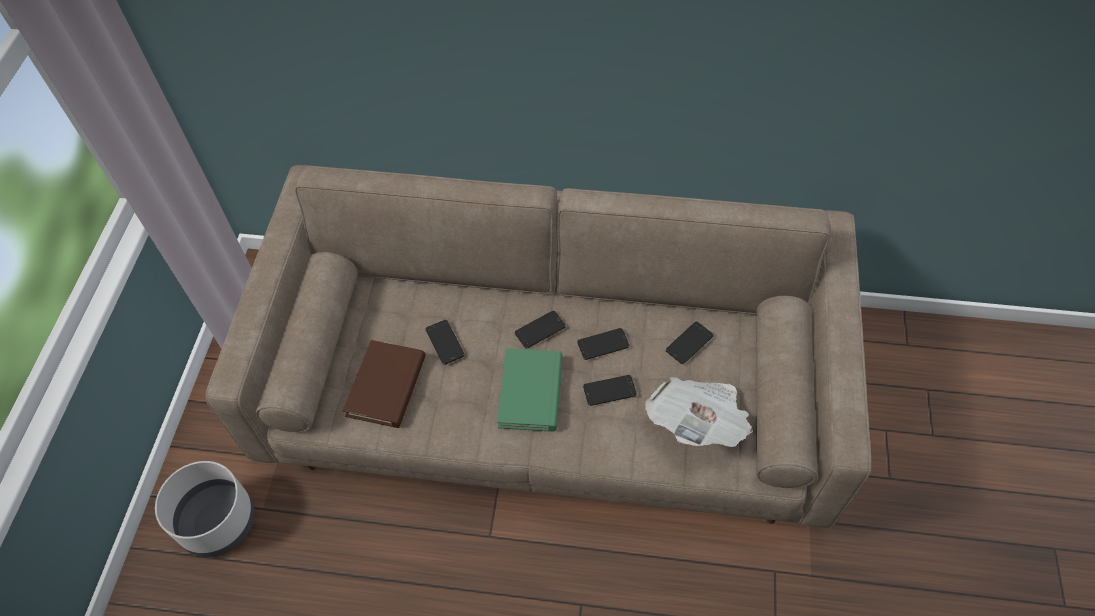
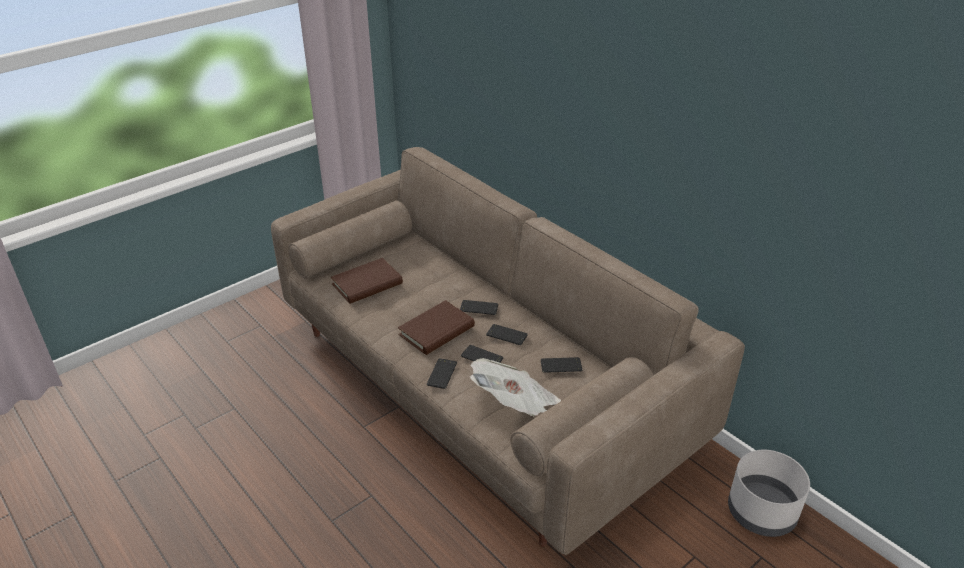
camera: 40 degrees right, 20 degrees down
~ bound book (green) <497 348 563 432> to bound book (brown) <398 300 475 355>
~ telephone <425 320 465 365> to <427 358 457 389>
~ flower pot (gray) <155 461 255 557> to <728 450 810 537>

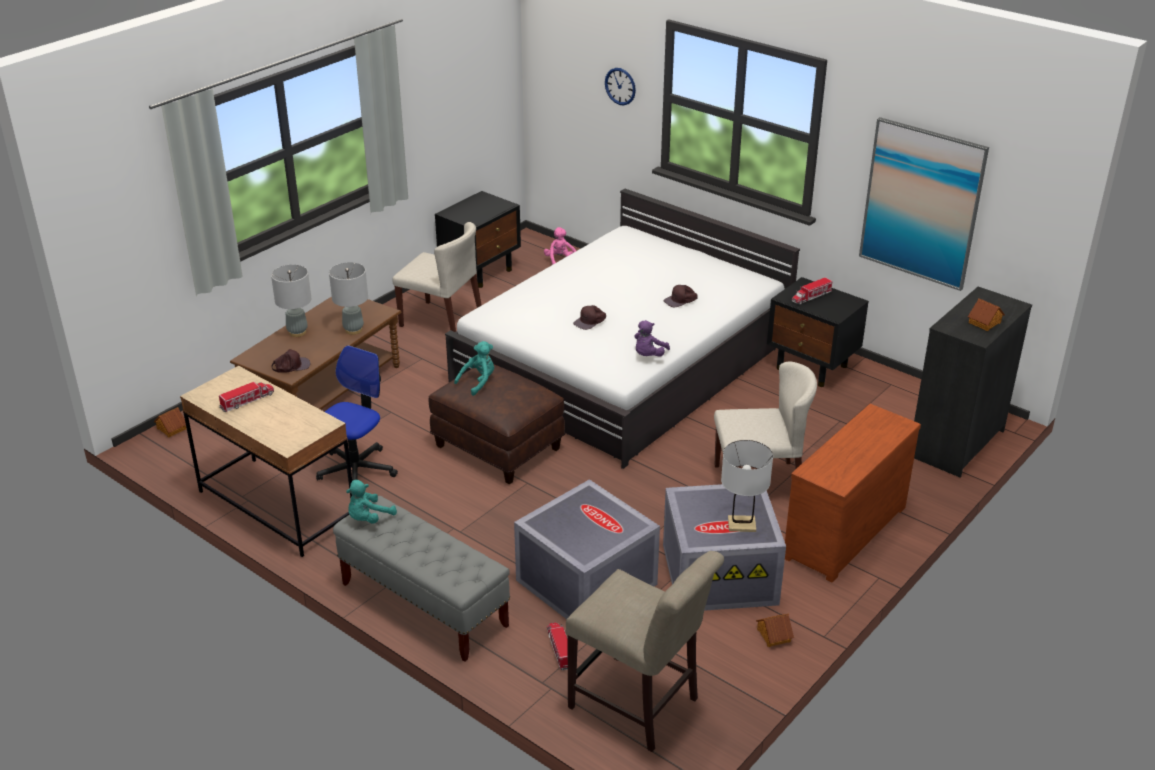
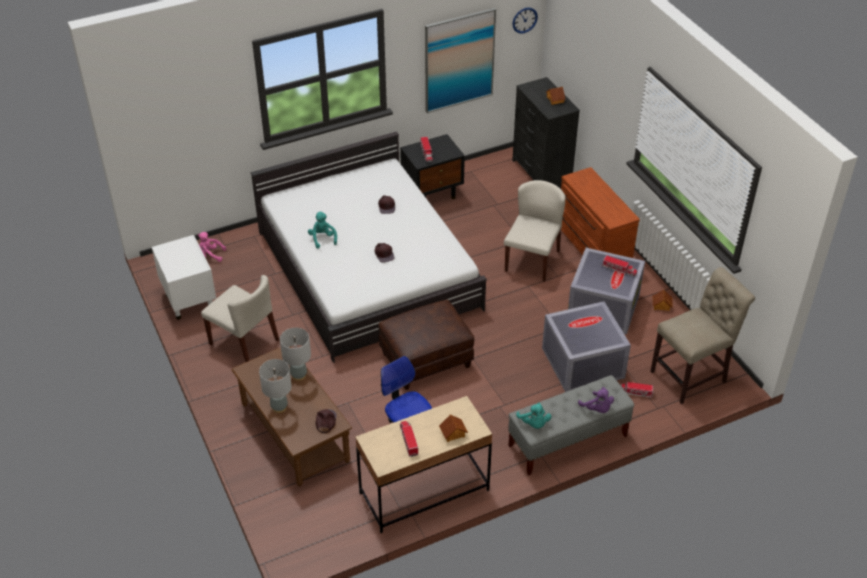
camera: 65 degrees left, 10 degrees up
~ bedside table (black) <435 191 521 288> to bedside table (white-coloured) <152 235 216 320>
~ chair (sand-coloured) <392 222 482 332> = <201 275 279 362> 75 degrees clockwise
~ cuddly toy (blue-green) <454 341 494 396> to <308 211 337 249>
~ miniature house <154 407 186 438> to <439 415 468 442>
~ clock on the wall <605 68 636 106> to <512 8 538 34>
~ cuddly toy (purplish) <634 320 670 357> to <578 387 614 413>
~ table lamp (white-coloured) <721 440 773 532> to model truck <602 255 638 277>

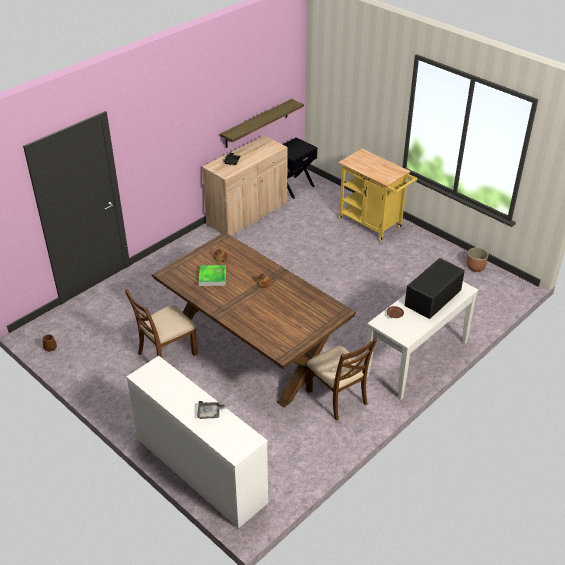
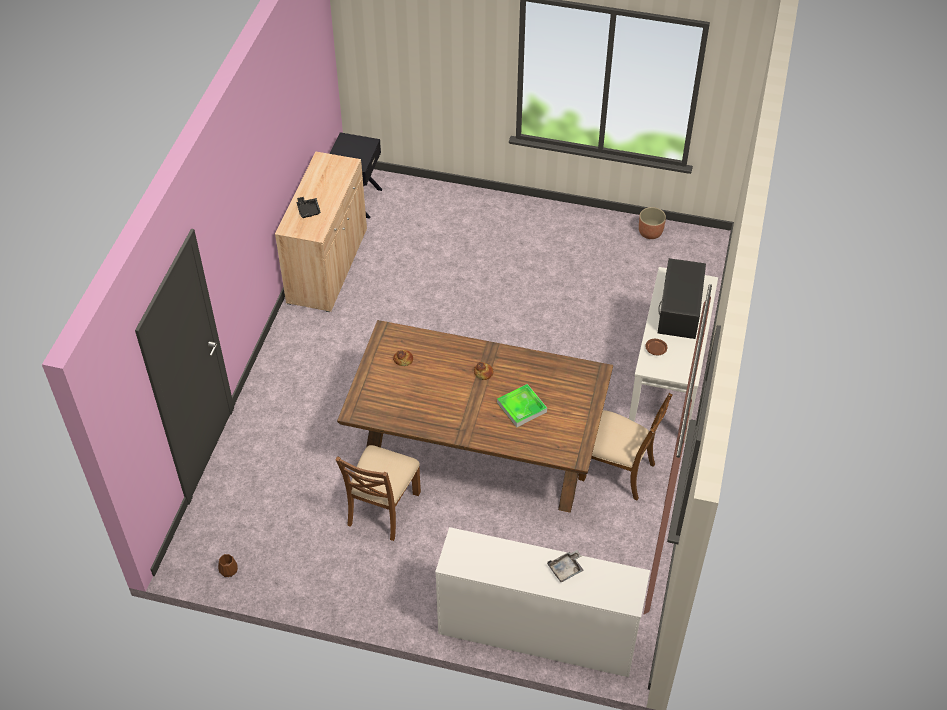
camera: 30 degrees left, 10 degrees up
~ serving tray <199 265 226 286> to <497 384 547 427>
- shelf <220 99 304 148>
- cart (yellow) <338 149 417 241>

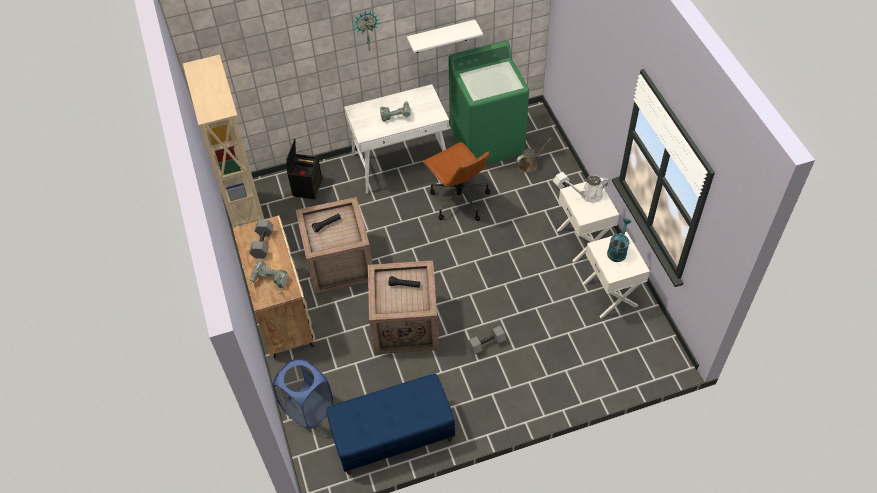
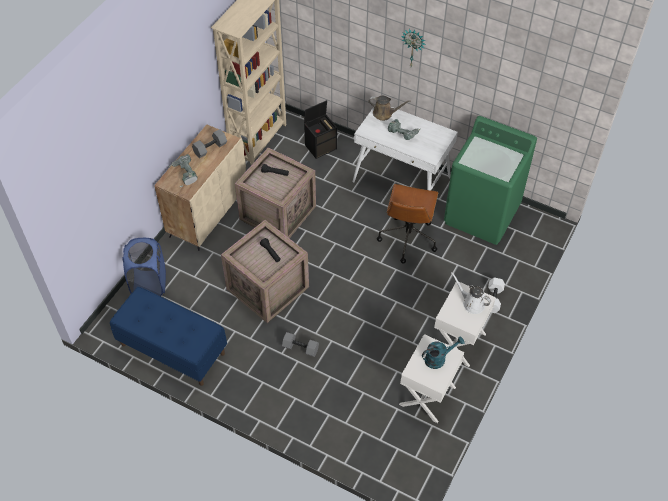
camera: 45 degrees right, 0 degrees up
~ watering pot (brown) <516 138 552 173> to <368 96 411 121>
- shelf (white-coloured) <407 20 483 53>

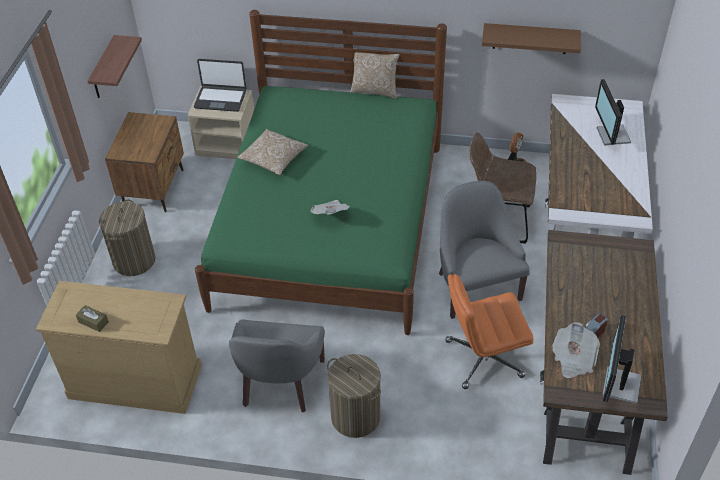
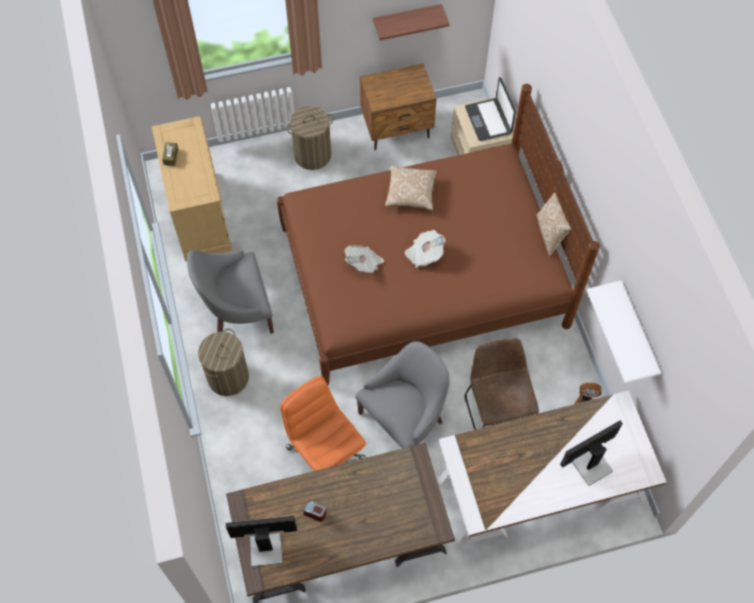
camera: 65 degrees right, 15 degrees up
~ sleeping bed (green) <195 10 447 335> to sleeping bed (brown) <277 84 600 385>
~ daily paper <552 322 600 378> to <405 230 446 268>
~ shelf (brown) <482 23 581 54> to shelf (white-coloured) <587 280 662 384>

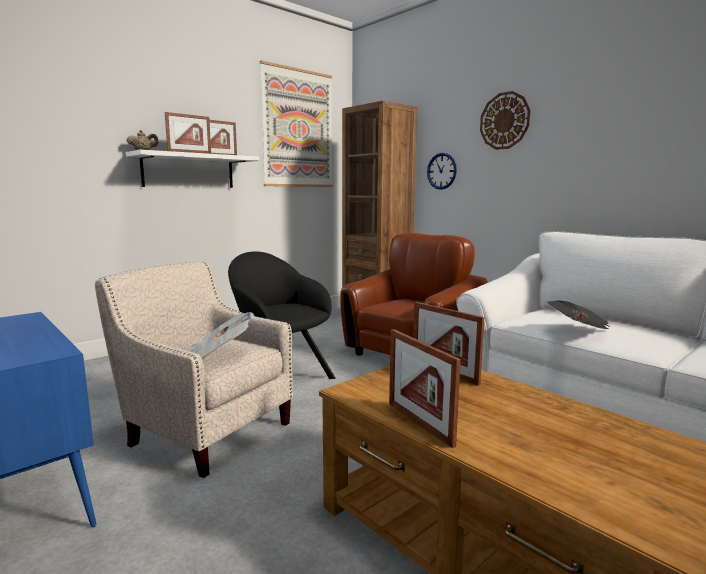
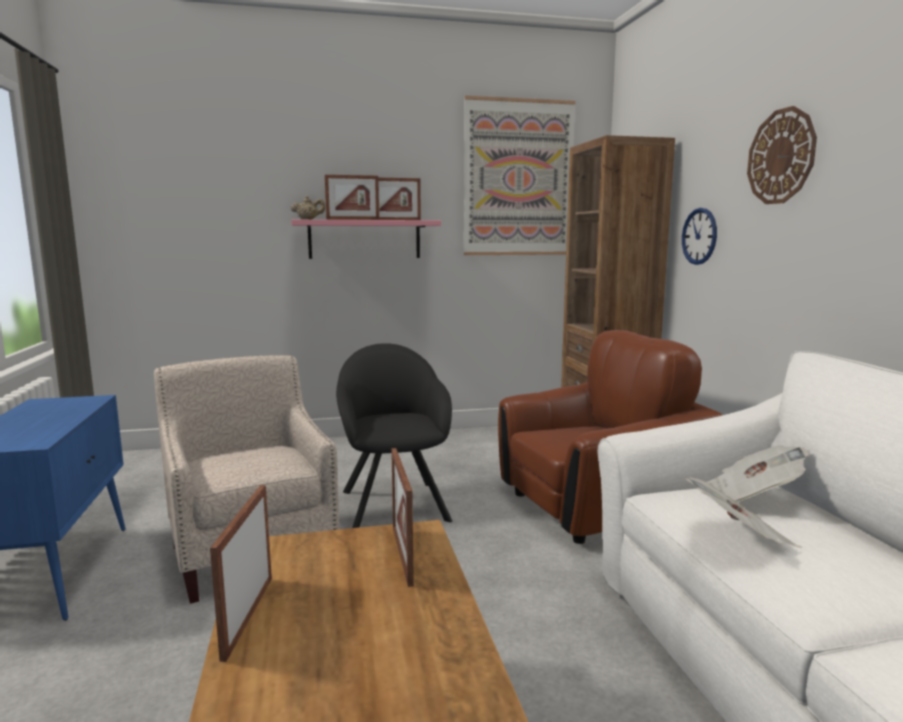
camera: 30 degrees right, 0 degrees up
~ shelf (white-coloured) <126 150 259 188> to shelf (pinkish) <291 220 441 259>
~ daily paper <187 312 254 358> to <698 445 810 501>

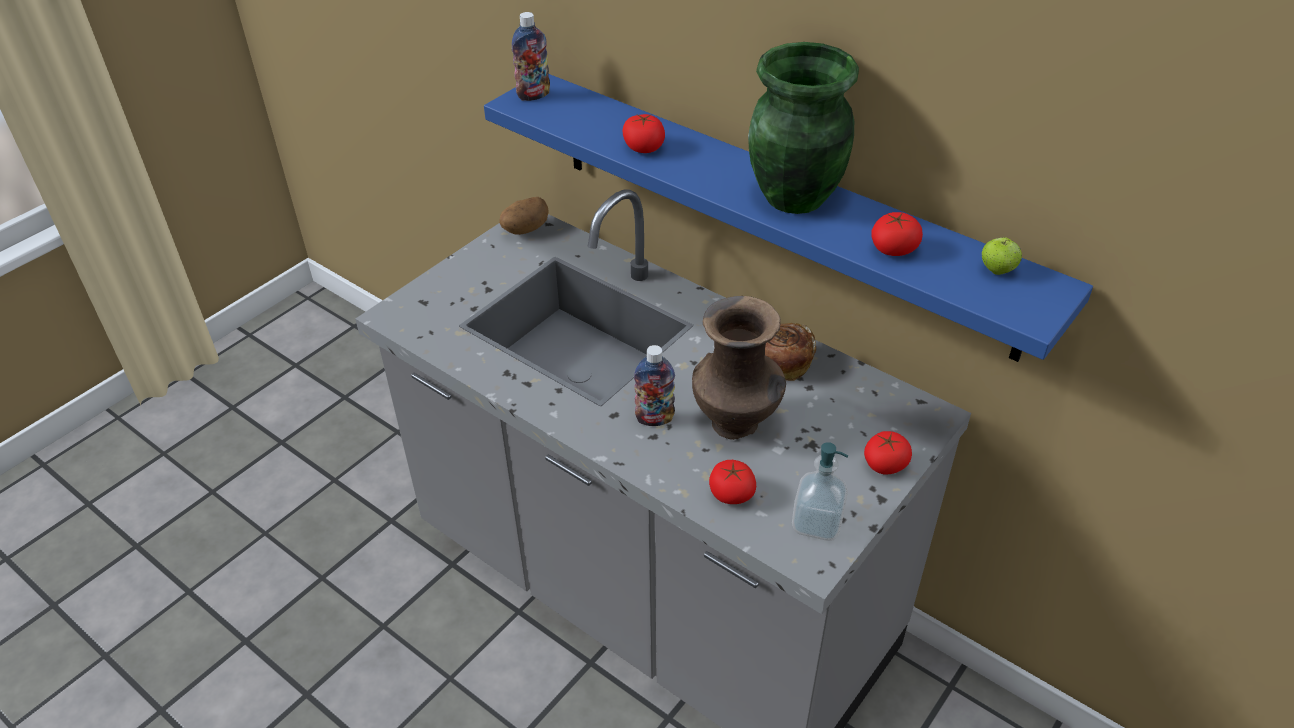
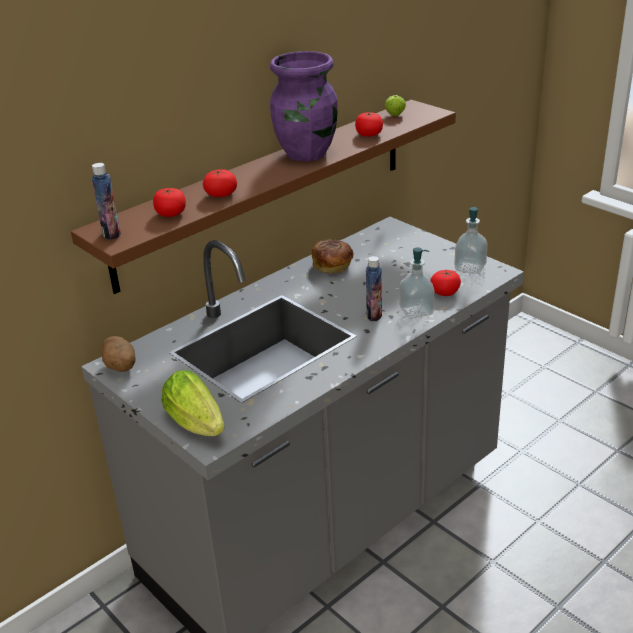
camera: 80 degrees left, 10 degrees down
~ shelf (blue-coloured) <484 74 1093 362> to shelf (brown) <71 100 456 294>
~ whole tomato <864 431 912 474> to <153 188 186 217>
+ lettuce head <161 370 224 436>
~ flower vase (green) <748 42 859 214> to flower vase (purplish) <270 51 338 161>
+ soap bottle <399 247 434 318>
- flower vase (brown) <692 296 786 440>

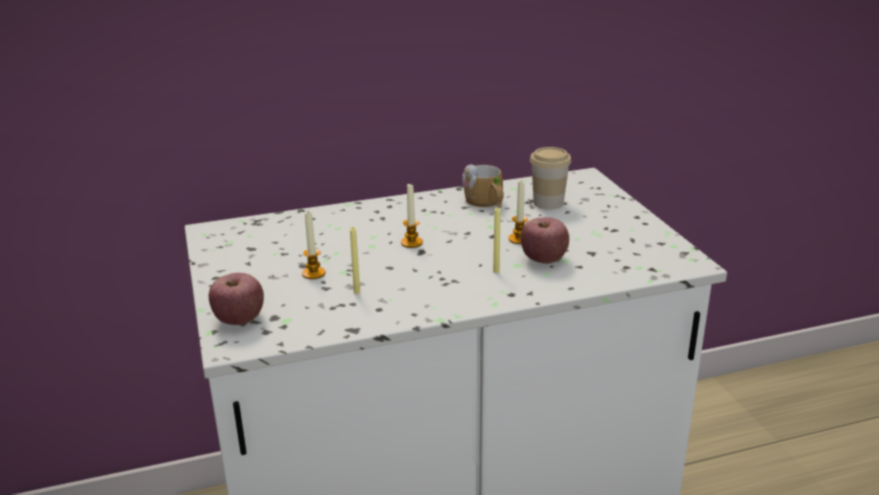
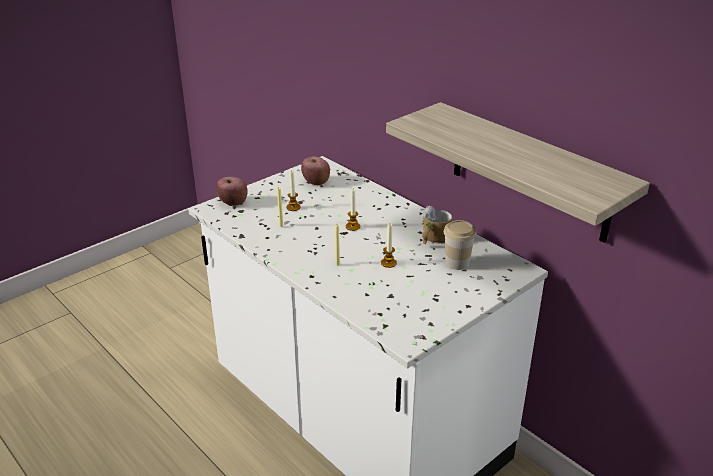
camera: 65 degrees right, 5 degrees up
~ apple <521 217 569 264> to <301 157 330 185>
+ shelf <386 102 650 243>

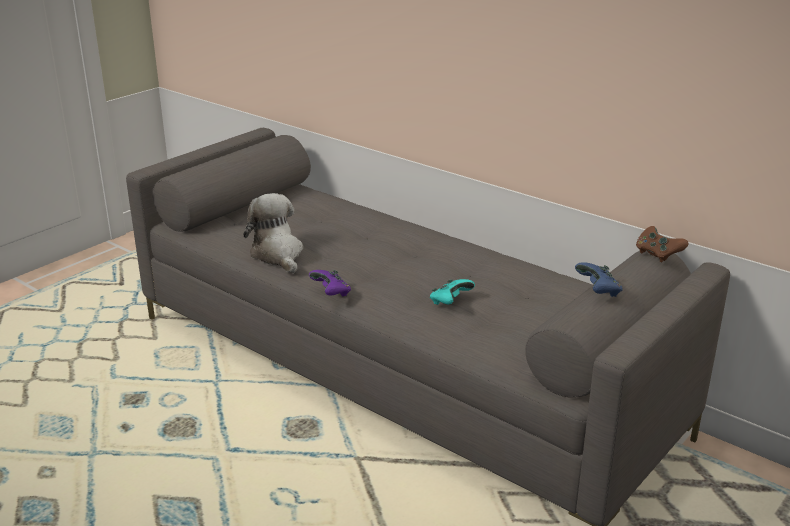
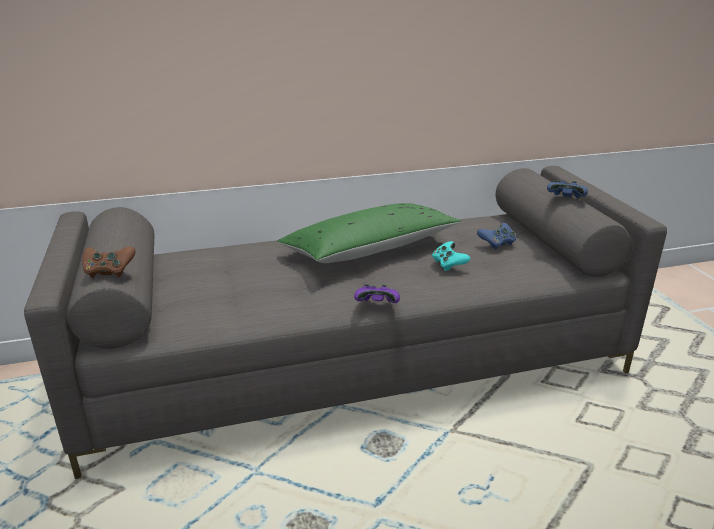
camera: 55 degrees left, 0 degrees up
~ game controller (brown) <636 226 689 262> to <82 247 135 278>
+ cushion (green) <277 203 462 263>
+ game controller (blue-coloured) <477 223 516 250>
- cuddly toy <243 193 303 273>

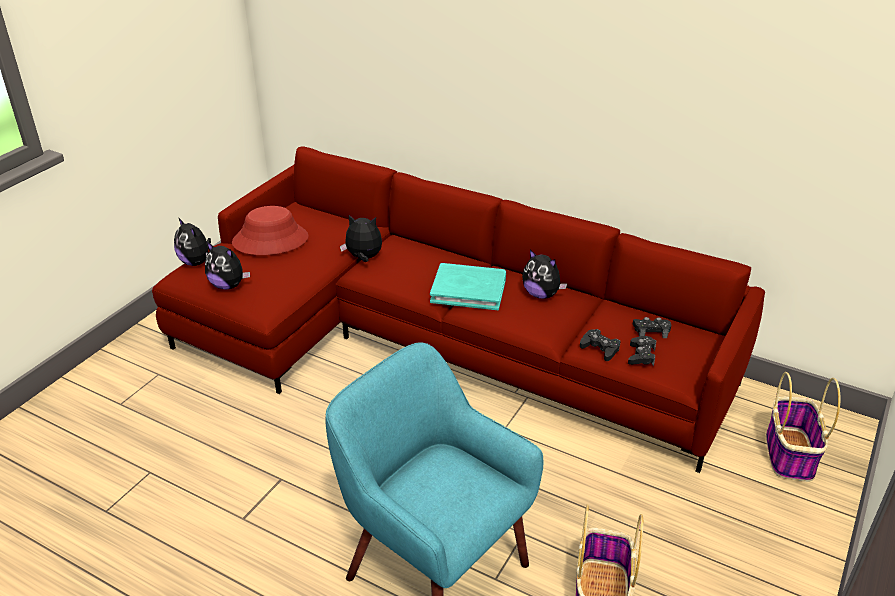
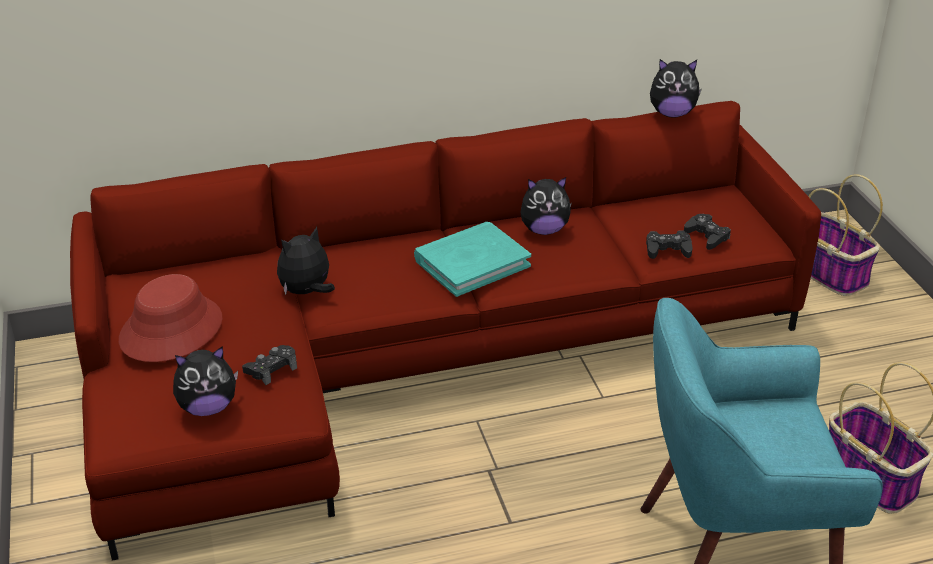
camera: 45 degrees left, 0 degrees up
~ game controller (black) <633 317 671 338> to <242 345 297 385>
~ cuddly toy <174 217 211 266> to <650 59 702 118>

